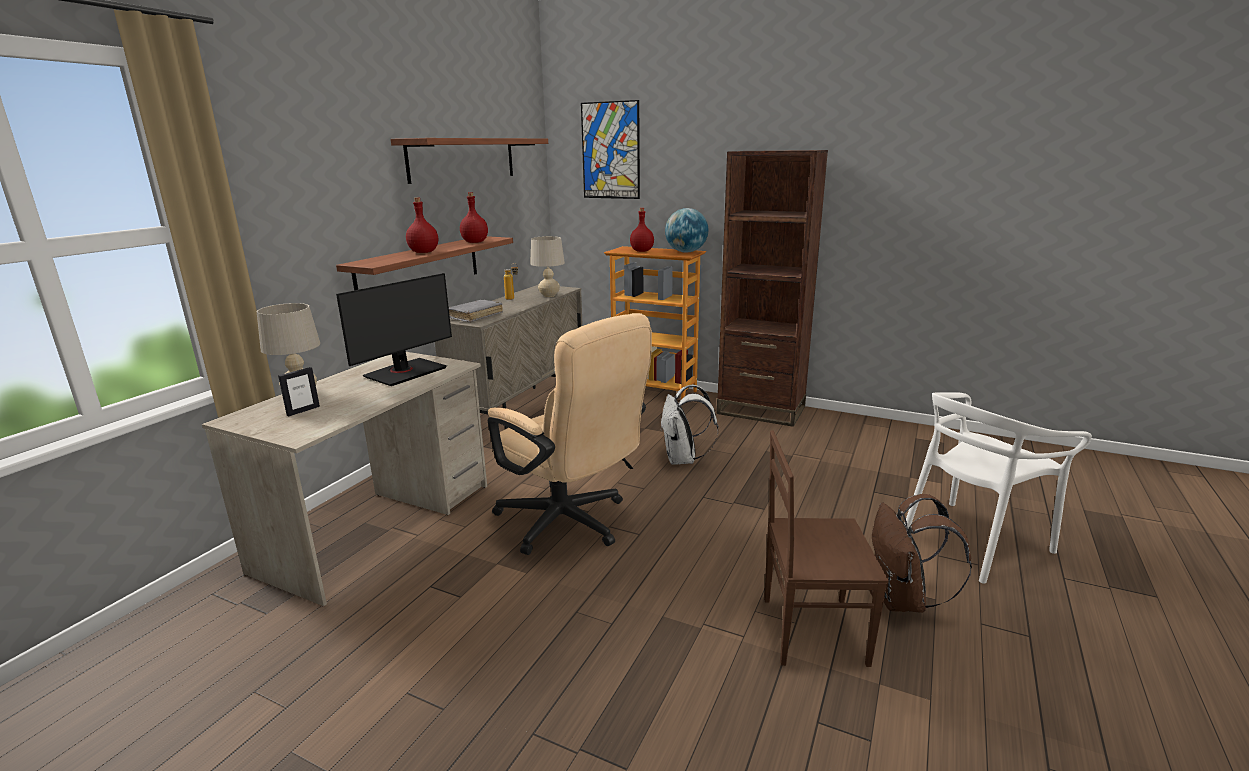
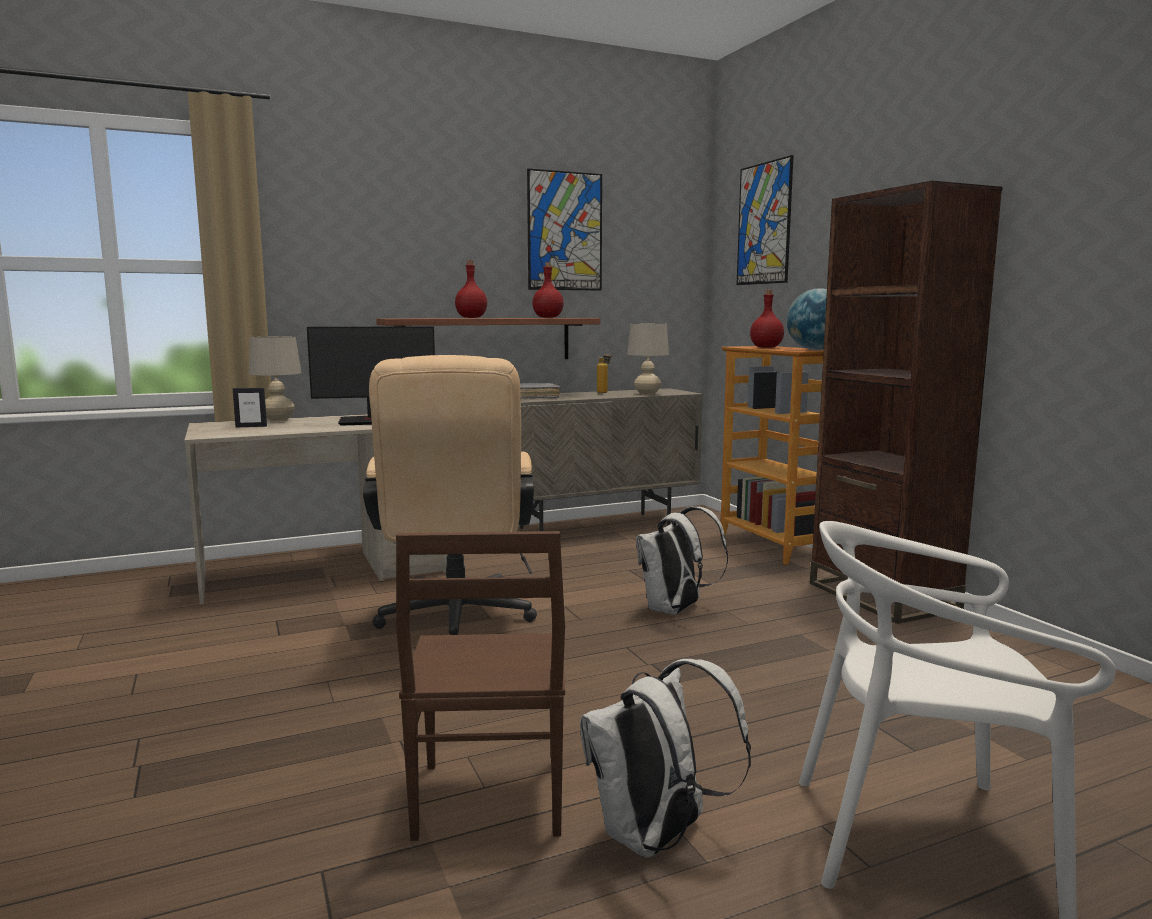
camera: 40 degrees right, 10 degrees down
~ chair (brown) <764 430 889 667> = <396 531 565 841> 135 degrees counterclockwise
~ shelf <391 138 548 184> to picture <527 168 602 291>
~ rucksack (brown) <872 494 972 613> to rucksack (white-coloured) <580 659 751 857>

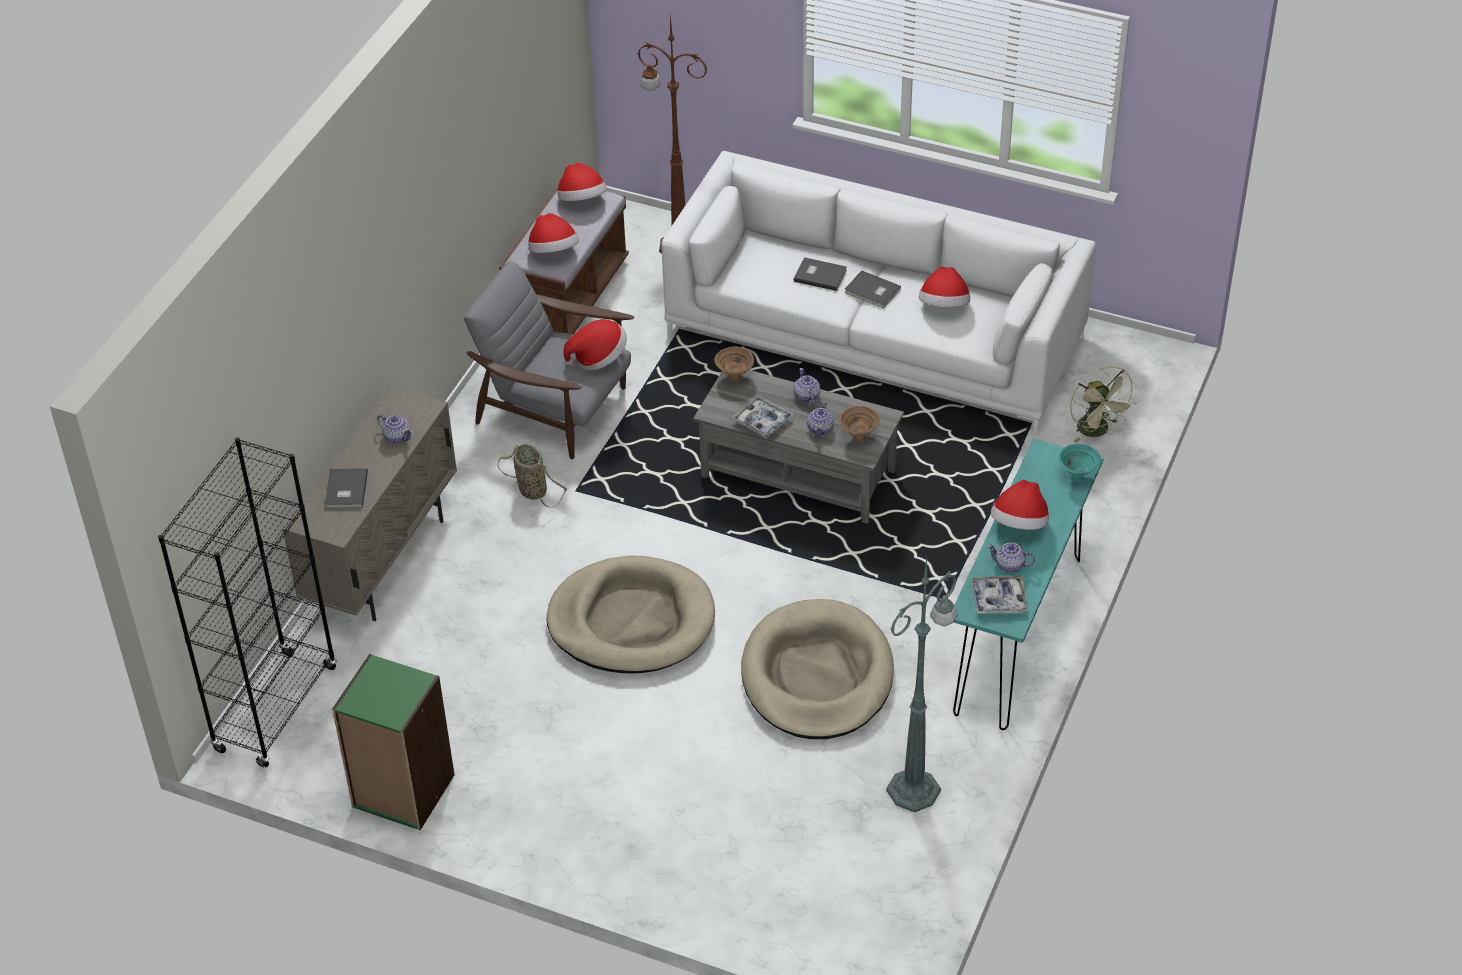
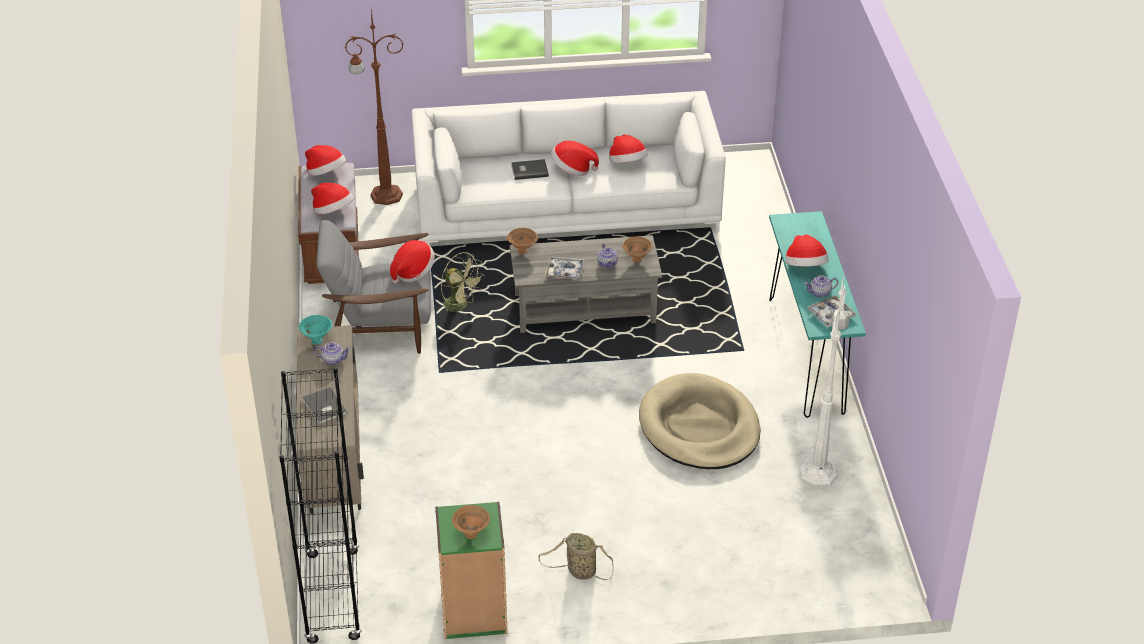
camera: 30 degrees left, 5 degrees down
~ bowl (blue-green) <1058 443 1101 482> to <299 315 332 345>
~ electric fan (green) <1070 367 1137 443> to <441 252 482 312>
+ bowl (brown) <452 505 490 539>
~ household basket <498 443 567 507> to <538 533 613 580>
~ bound book (gray) <844 270 901 308> to hat <551 141 599 176>
~ standard lamp (green) <886 557 958 813> to standard lamp (white-coloured) <799 273 850 486>
- dog bed (sand-coloured) <547 555 715 674>
- pot for tea <793 368 820 405>

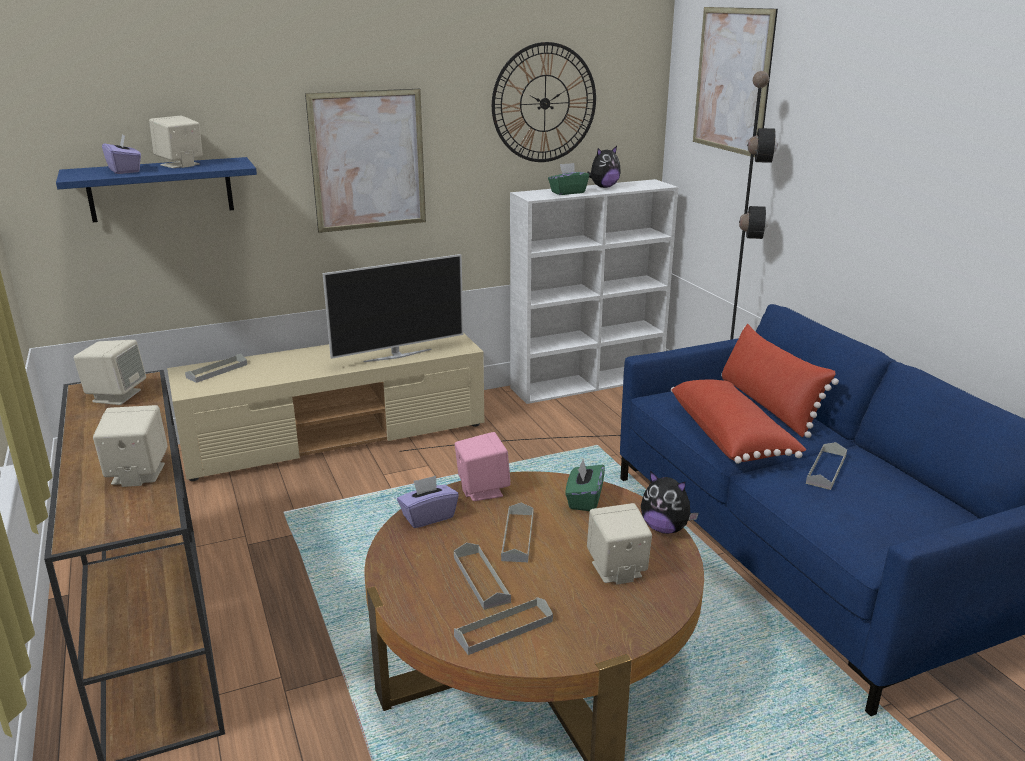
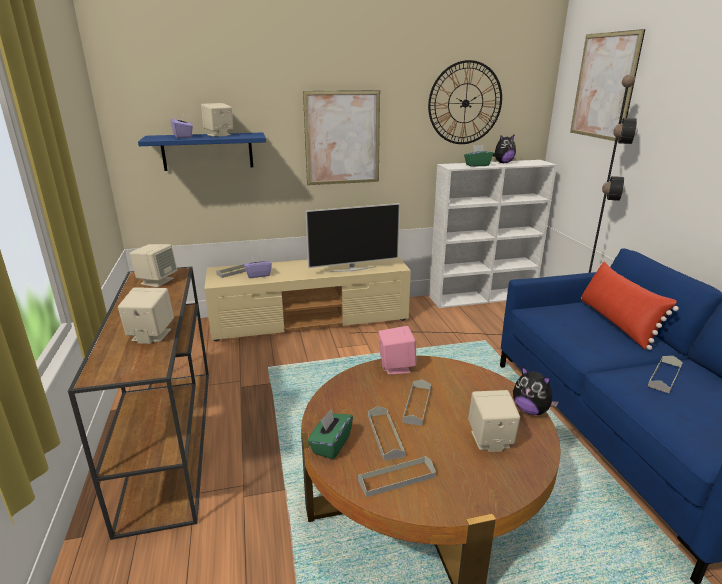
camera: 10 degrees right, 0 degrees up
~ tissue holder (purplish) <397 475 459 528> to <244 255 272 278>
~ tissue holder (green) <565 459 605 511> to <308 409 353 459>
- cushion (red-coloured) <671 380 806 464>

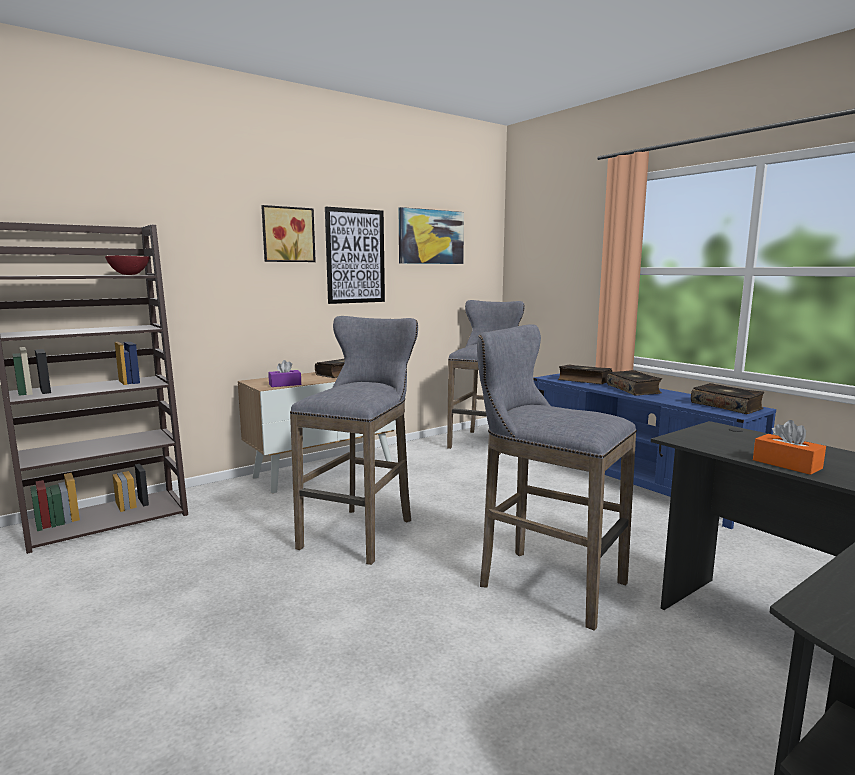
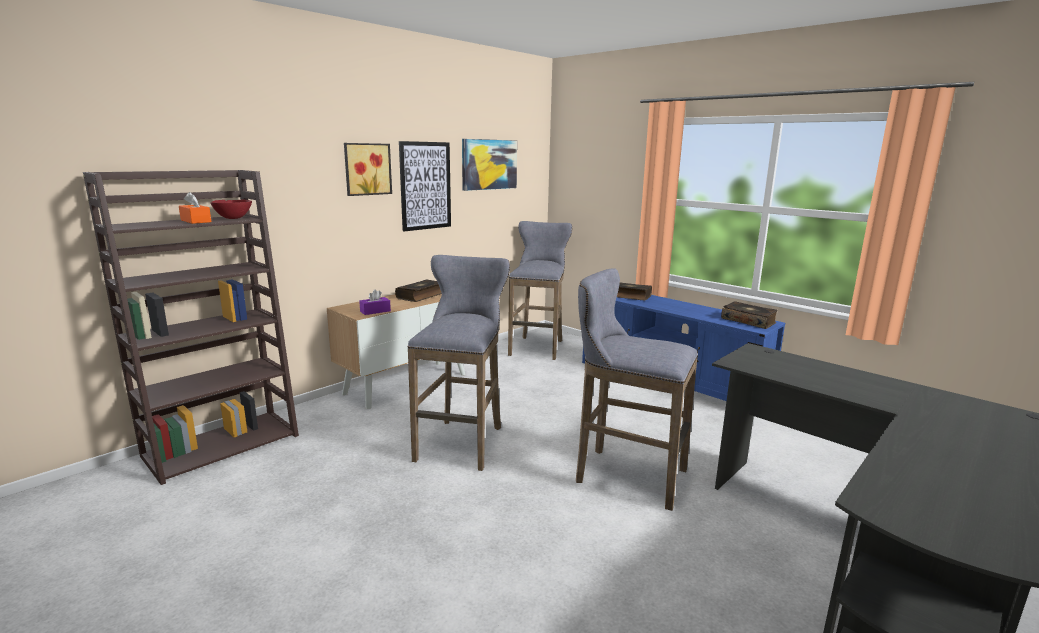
camera: 10 degrees left, 5 degrees up
~ tissue holder (orangey) <753 420 826 475> to <179 192 211 224>
- bound book <606 370 662 396>

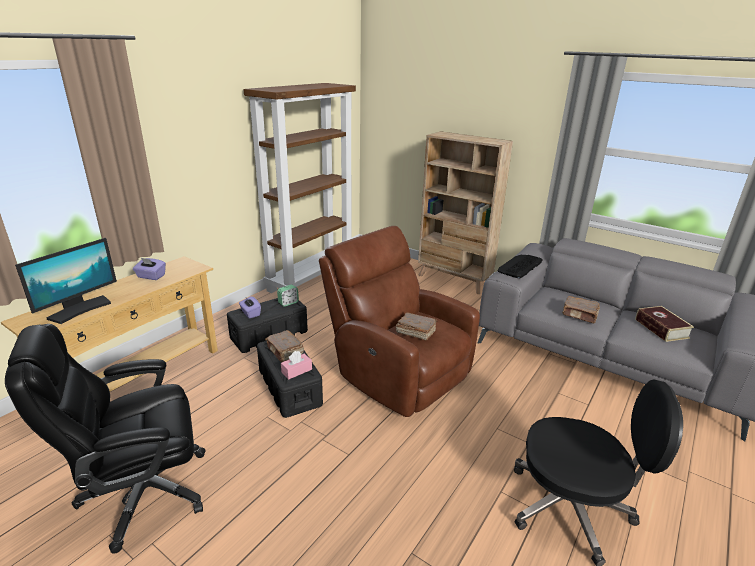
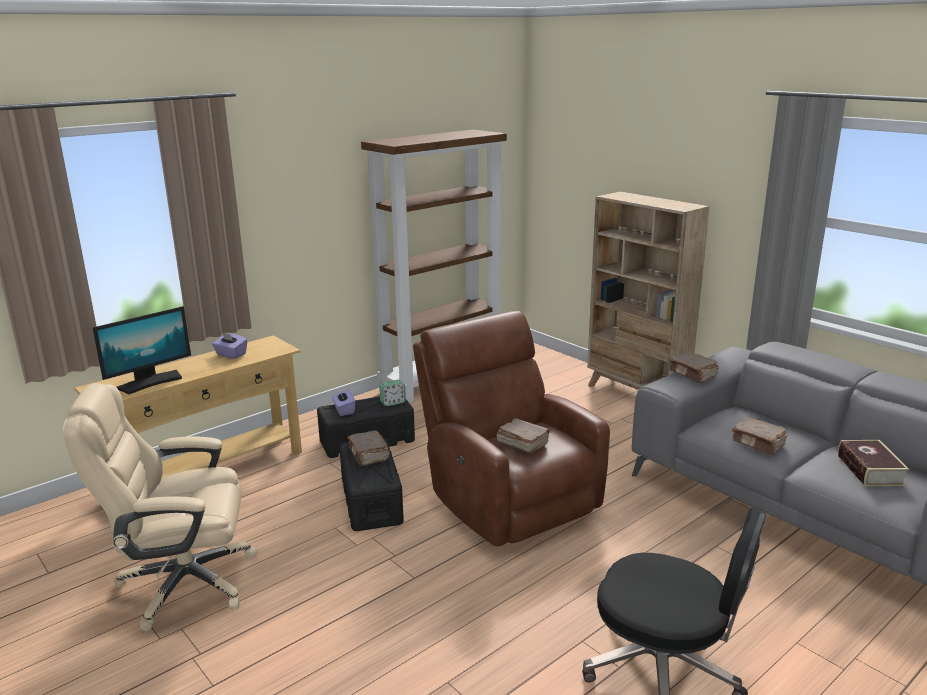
camera: 15 degrees right, 5 degrees down
~ office chair (black) <5 324 206 554> to office chair (sand-coloured) <63 383 257 631>
~ PC keyboard <498 255 543 278> to bound book (brown) <669 352 719 383>
- tissue holder (pinkish) <281 351 312 379>

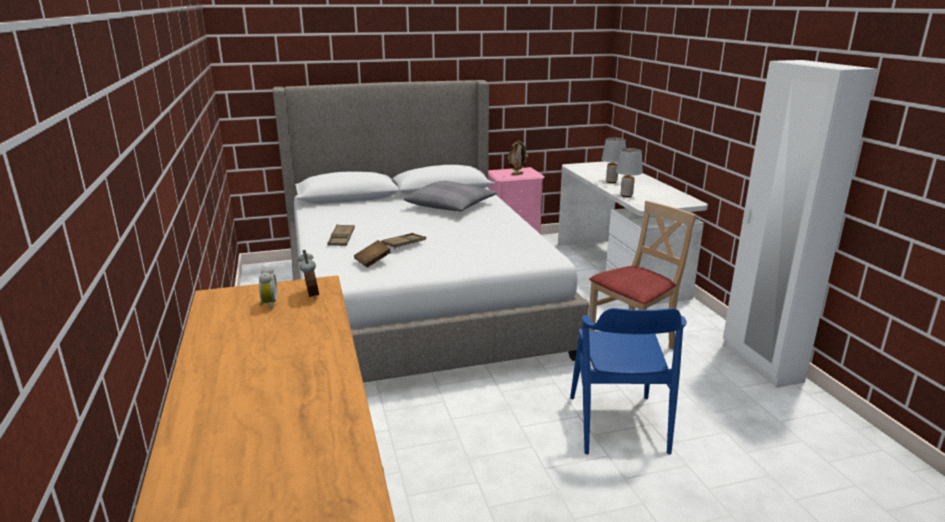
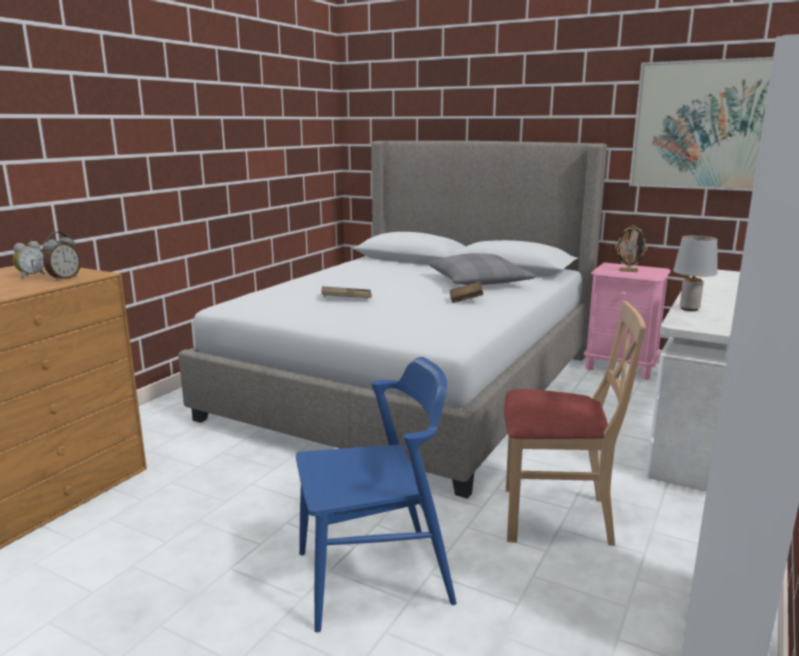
camera: 45 degrees right, 5 degrees down
~ chair (blue-coloured) <570 308 687 455> = <296 357 457 633> 150 degrees counterclockwise
~ bound book (brown) <354 240 391 267> to <450 281 484 303>
+ picture <629 57 773 191>
- serving tray (brown) <327 224 355 246>
- table lamp (gray) <602 137 626 183>

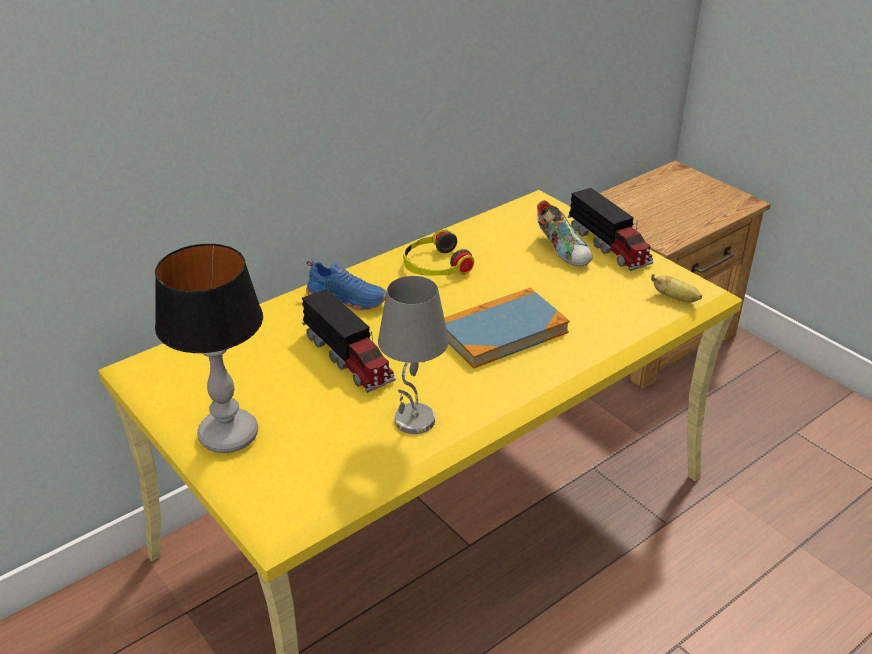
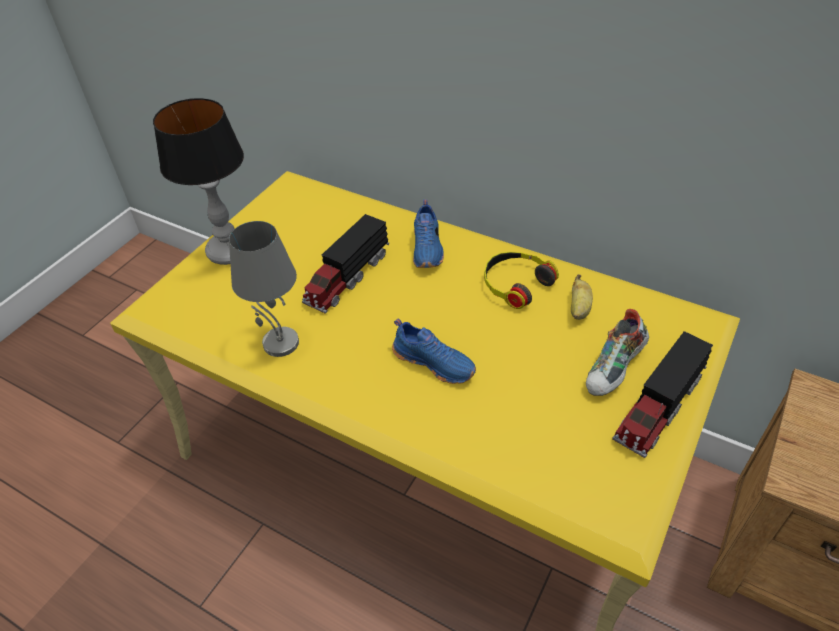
camera: 70 degrees right, 10 degrees up
~ bound book <444 288 570 368> to item of footwear (blue-coloured) <392 319 476 384>
~ banana <651 274 702 303> to <571 274 593 320>

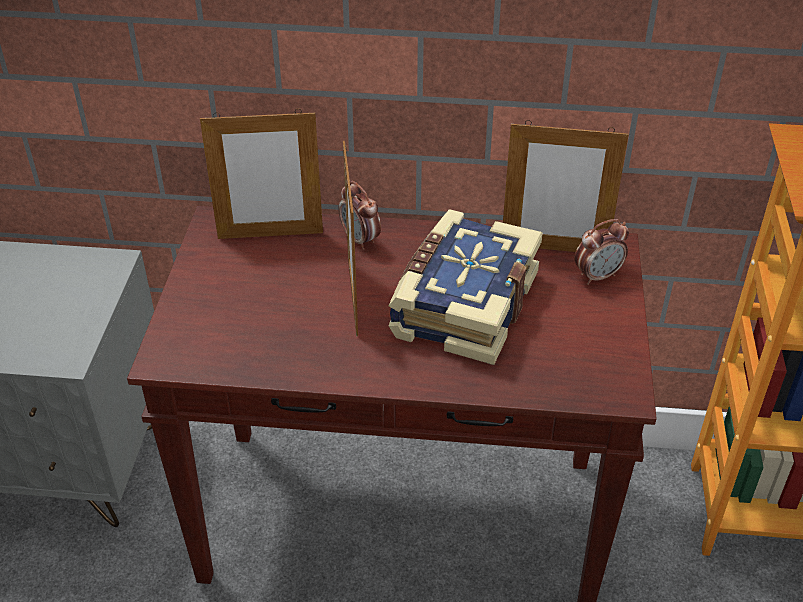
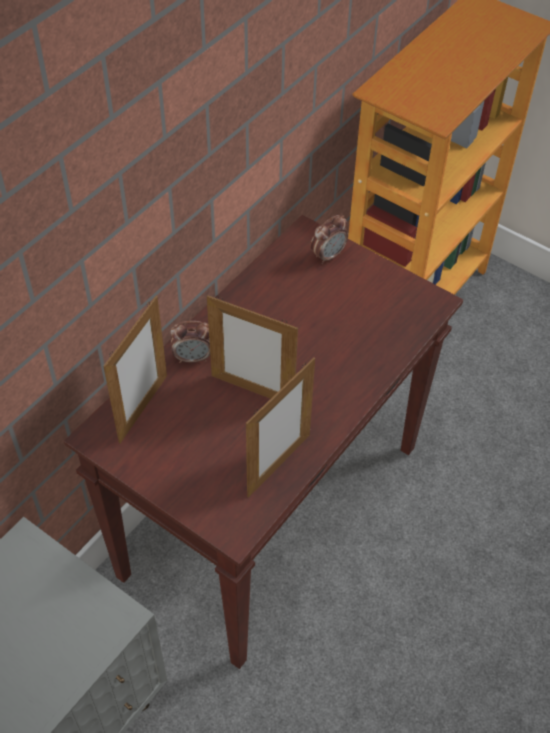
camera: 60 degrees left, 10 degrees up
~ picture frame <503 120 629 252> to <246 358 315 498>
~ table clock <575 219 629 285> = <310 215 348 264> 45 degrees clockwise
- bound book <389 209 543 365>

